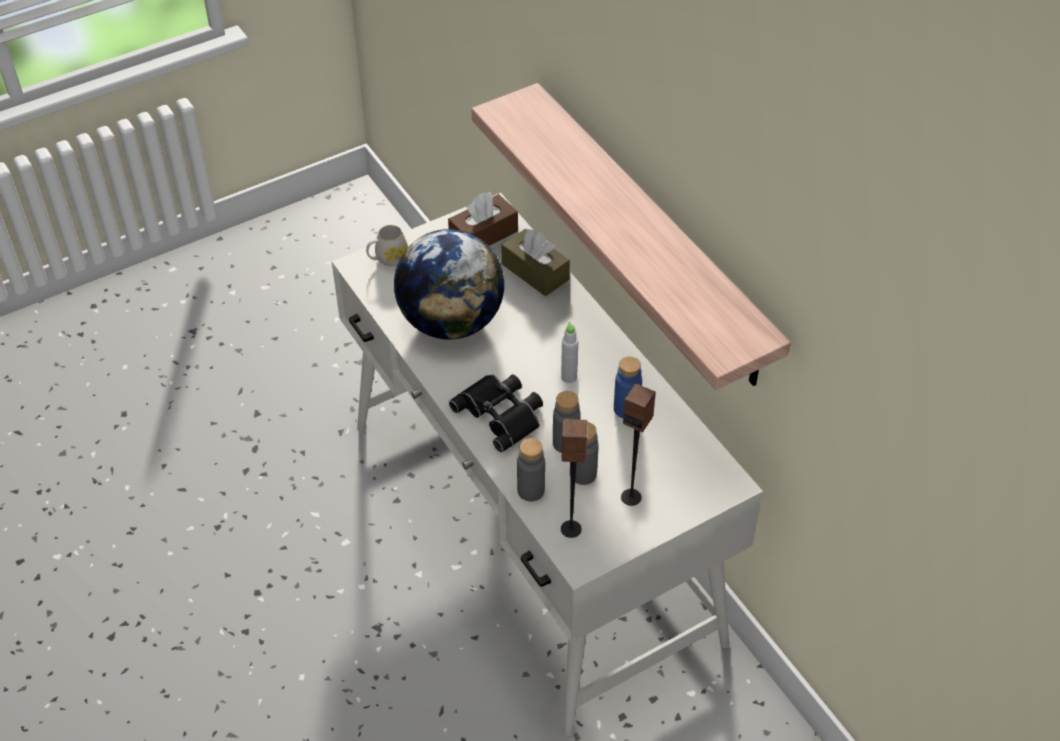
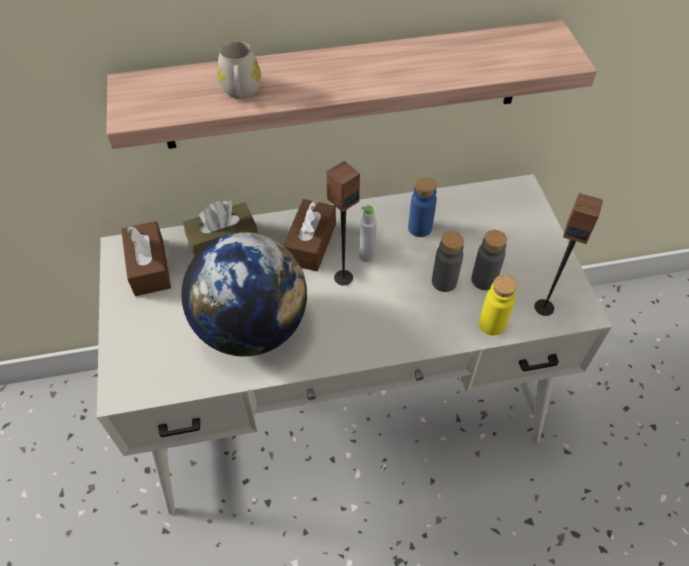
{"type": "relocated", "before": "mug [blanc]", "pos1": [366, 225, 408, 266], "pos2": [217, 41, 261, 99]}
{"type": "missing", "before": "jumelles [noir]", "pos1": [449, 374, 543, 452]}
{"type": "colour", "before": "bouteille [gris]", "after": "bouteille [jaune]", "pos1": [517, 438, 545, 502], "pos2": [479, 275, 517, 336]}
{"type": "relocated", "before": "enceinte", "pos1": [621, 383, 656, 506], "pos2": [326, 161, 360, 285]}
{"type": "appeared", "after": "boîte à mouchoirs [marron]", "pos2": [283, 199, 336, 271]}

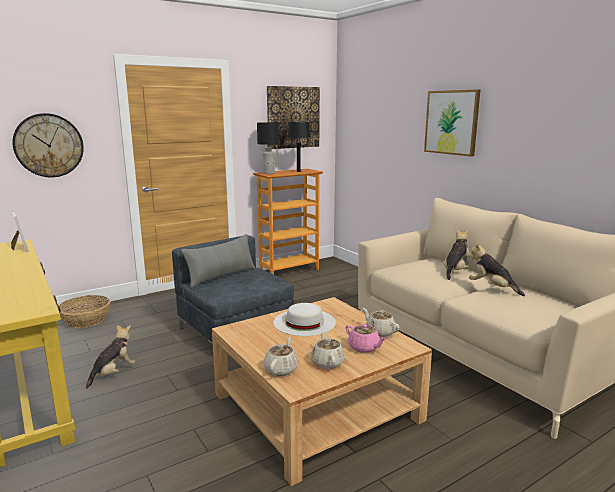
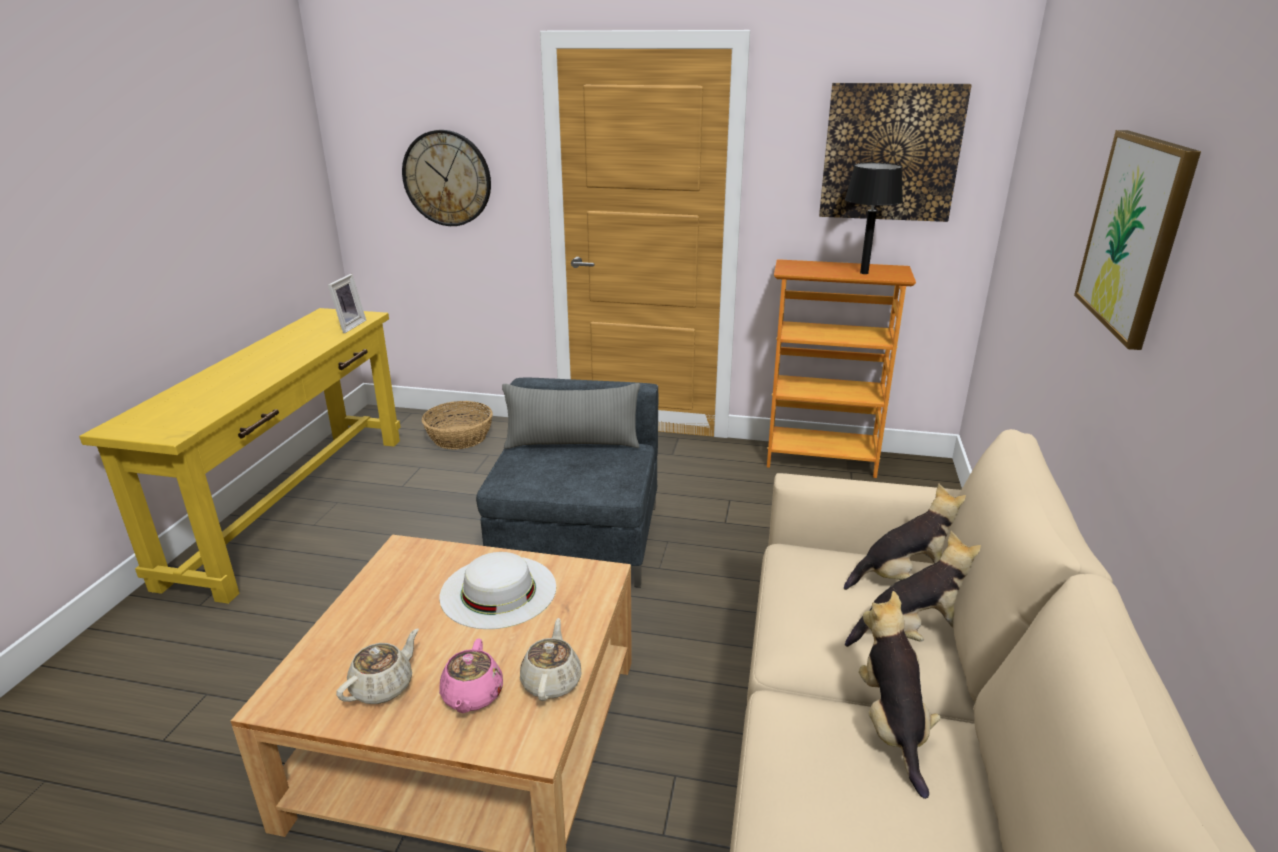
{"type": "relocated", "before": "peluche", "pos1": [86, 325, 135, 388], "pos2": [844, 483, 966, 590]}
{"type": "missing", "before": "lampe de table [noir]", "pos1": [257, 122, 279, 174]}
{"type": "missing", "before": "théière [beige]", "pos1": [263, 337, 298, 376]}

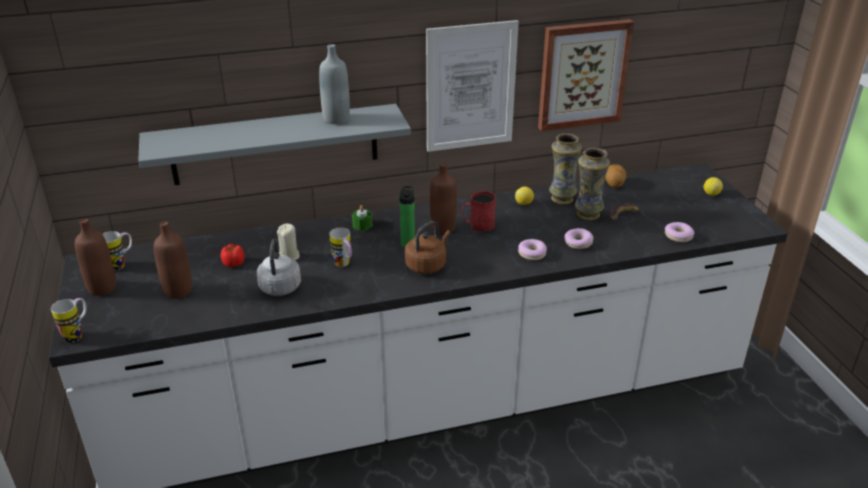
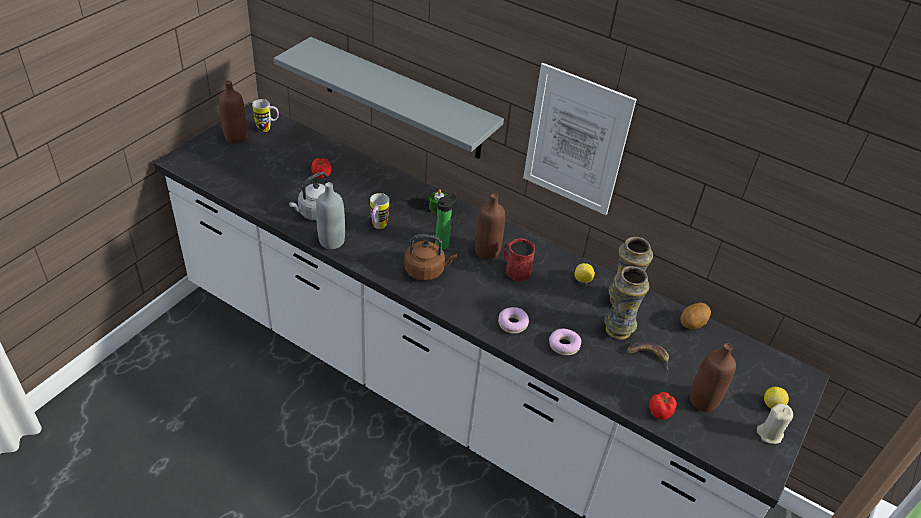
{"type": "missing", "before": "mug", "pos1": [51, 298, 87, 343]}
{"type": "relocated", "before": "bouteille [marron]", "pos1": [154, 221, 192, 299], "pos2": [689, 343, 736, 412]}
{"type": "relocated", "before": "bougie [beige]", "pos1": [277, 224, 300, 260], "pos2": [757, 404, 793, 444]}
{"type": "relocated", "before": "bouteille [gris]", "pos1": [319, 44, 350, 124], "pos2": [316, 182, 345, 249]}
{"type": "missing", "before": "tableau", "pos1": [538, 19, 634, 131]}
{"type": "exchanged", "before": "beignet", "after": "tomate", "pos1": [665, 222, 694, 242], "pos2": [649, 392, 677, 420]}

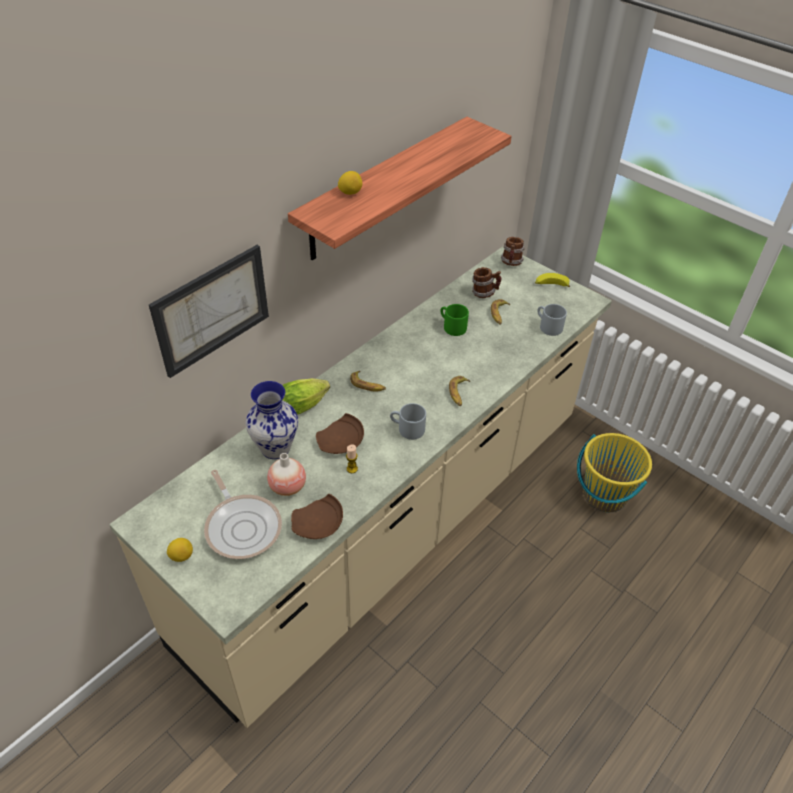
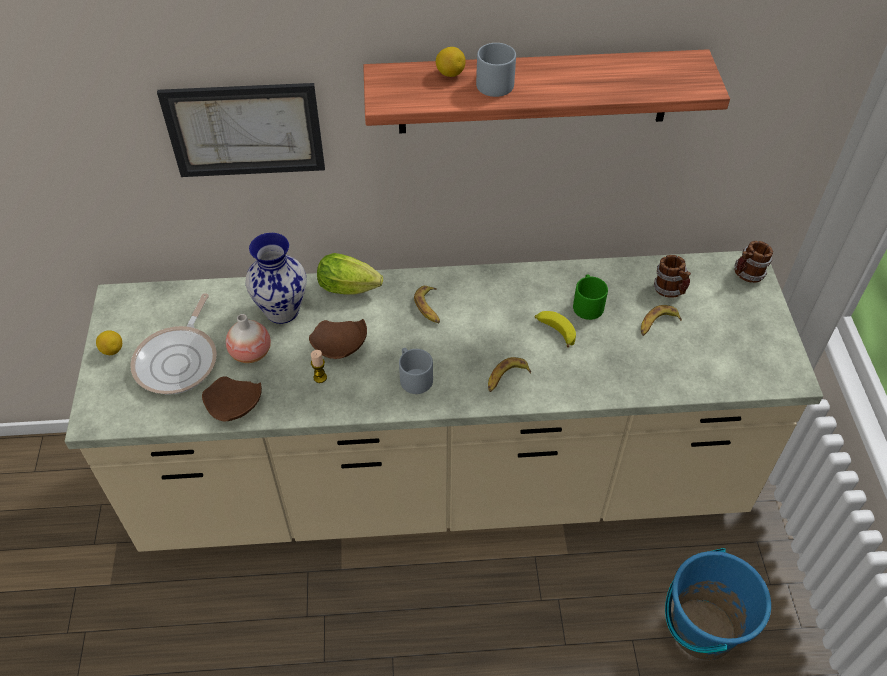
{"type": "relocated", "before": "banane", "pos1": [535, 273, 570, 287], "pos2": [535, 311, 576, 347]}
{"type": "relocated", "before": "mug [gris]", "pos1": [537, 304, 567, 336], "pos2": [476, 43, 516, 97]}
{"type": "colour", "before": "seau [jaune]", "after": "seau [bleu]", "pos1": [577, 433, 652, 512], "pos2": [665, 548, 771, 660]}

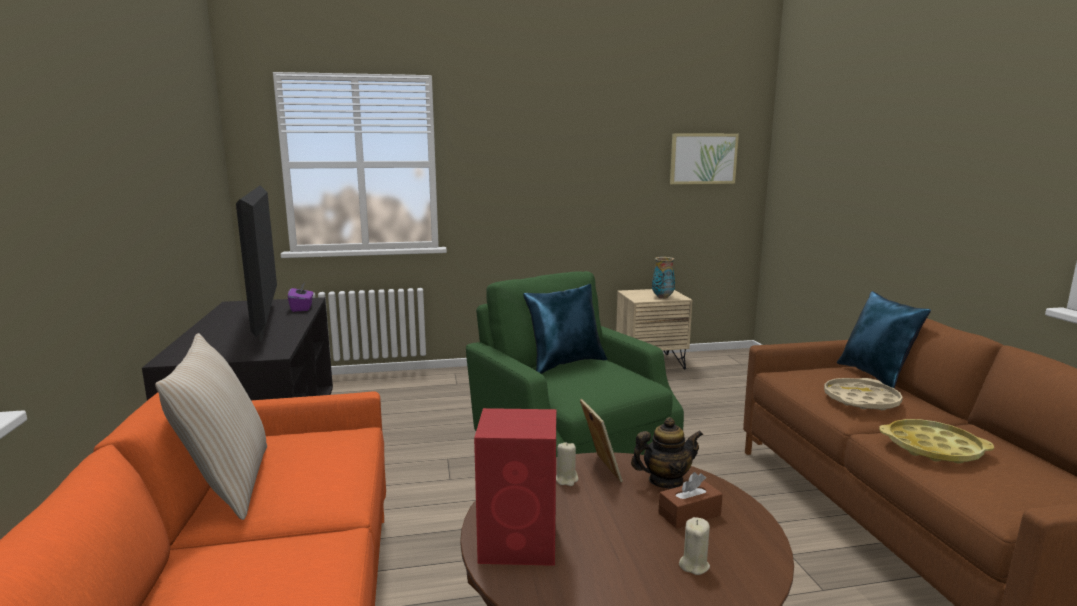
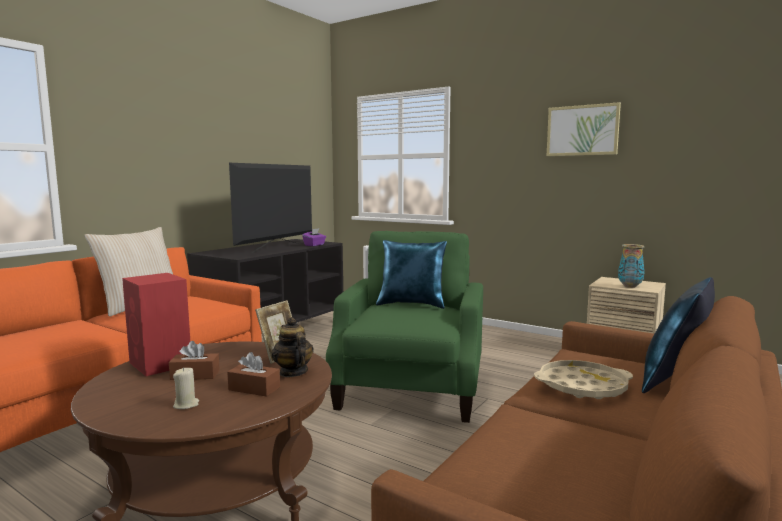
{"type": "missing", "before": "bougie [beige]", "pos1": [556, 442, 578, 486]}
{"type": "spun", "before": "théière", "pos1": [631, 417, 703, 489], "pos2": [272, 317, 314, 377], "turn": -150}
{"type": "relocated", "before": "tableau", "pos1": [670, 133, 739, 185], "pos2": [547, 102, 621, 156]}
{"type": "missing", "before": "plateau [jaune]", "pos1": [879, 419, 994, 464]}
{"type": "appeared", "after": "boîte à mouchoirs [marron]", "pos2": [169, 341, 220, 380]}

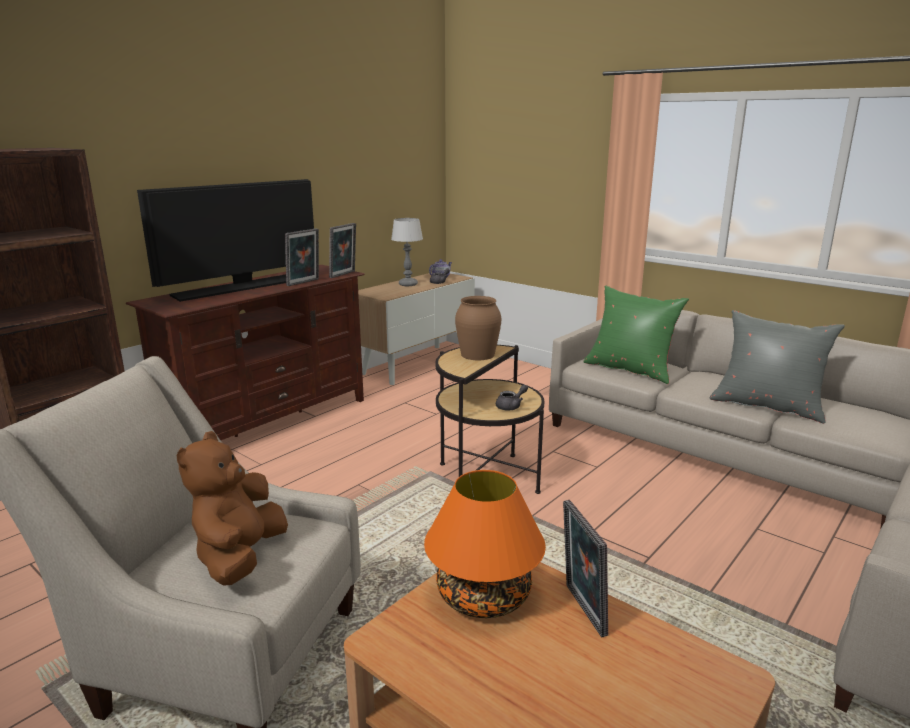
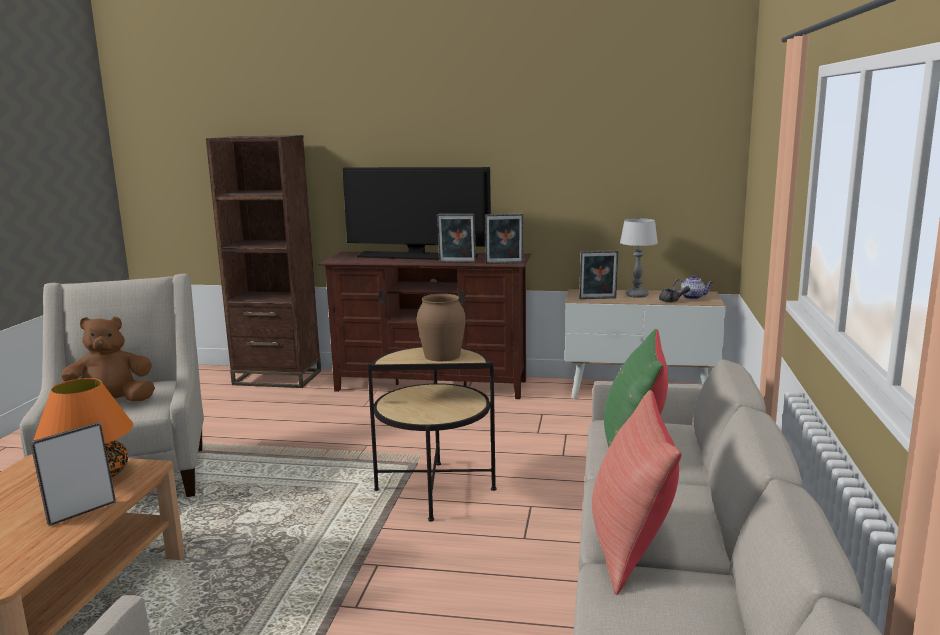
{"type": "missing", "before": "théière [gris]", "pos1": [496, 384, 528, 411]}
{"type": "colour", "before": "coussin [gris]", "after": "coussin [rouge]", "pos1": [710, 310, 845, 424], "pos2": [592, 390, 681, 595]}
{"type": "appeared", "after": "cadre photo", "pos2": [579, 250, 618, 299]}

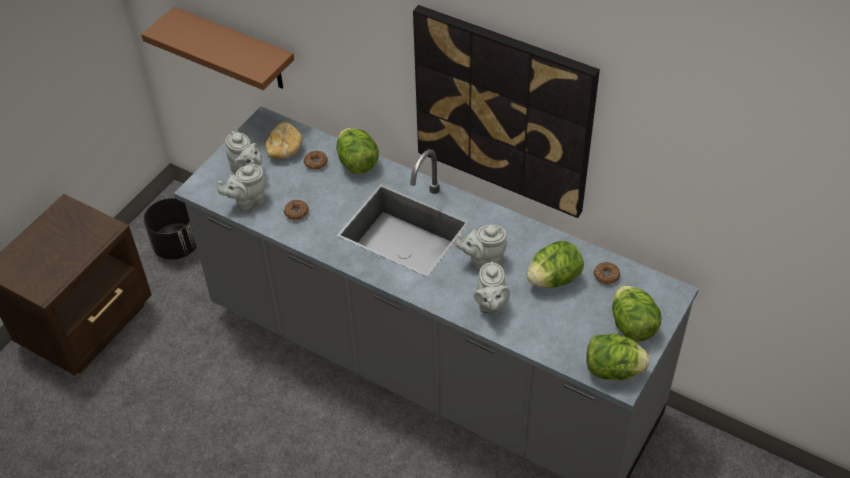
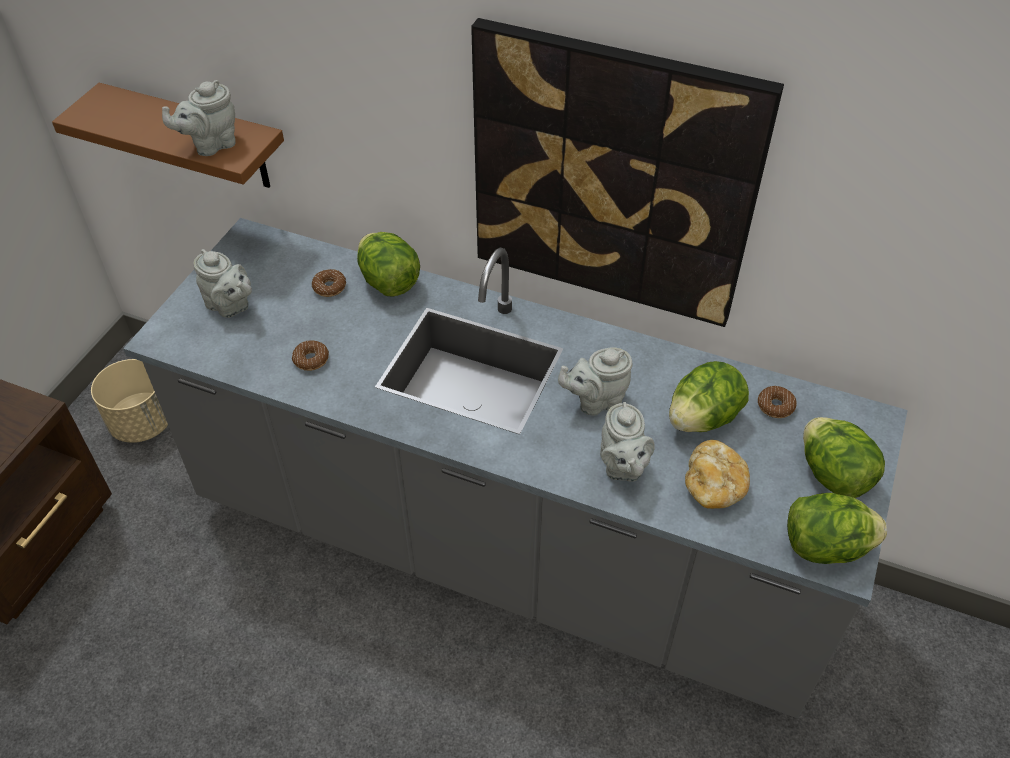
{"type": "colour", "before": "cache-pot [noir]", "after": "cache-pot [beige]", "pos1": [144, 198, 197, 260], "pos2": [91, 359, 168, 443]}
{"type": "relocated", "before": "théière [gris]", "pos1": [217, 164, 266, 211], "pos2": [162, 80, 236, 156]}
{"type": "relocated", "before": "pain", "pos1": [265, 122, 303, 159], "pos2": [685, 440, 750, 509]}

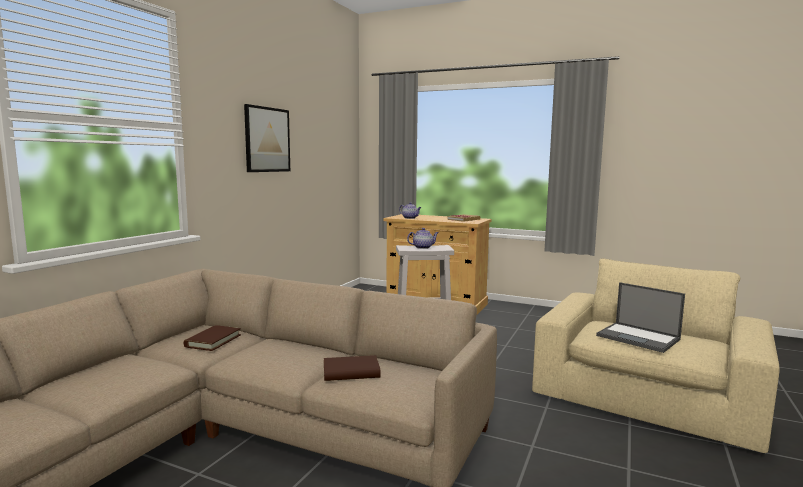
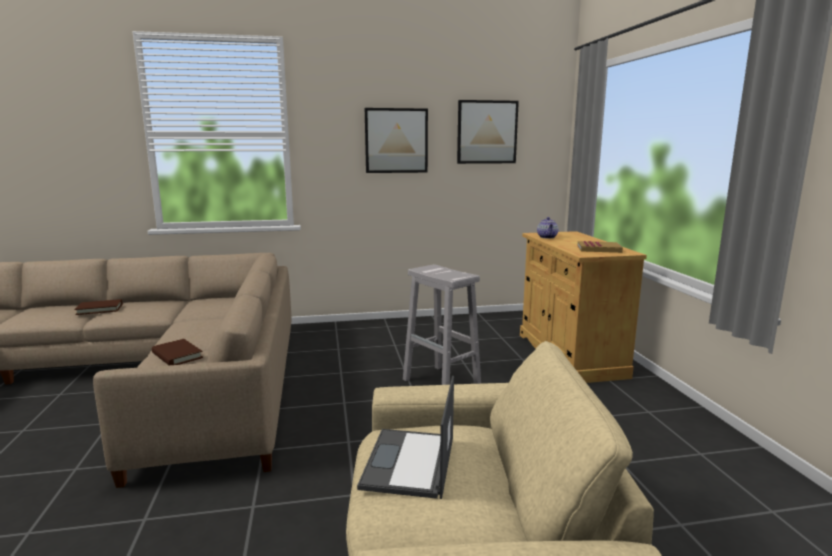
{"type": "relocated", "before": "livre [marron]", "pos1": [184, 325, 241, 351], "pos2": [74, 299, 123, 315]}
{"type": "missing", "before": "théière", "pos1": [407, 228, 439, 249]}
{"type": "appeared", "after": "tableau", "pos2": [457, 100, 519, 164]}

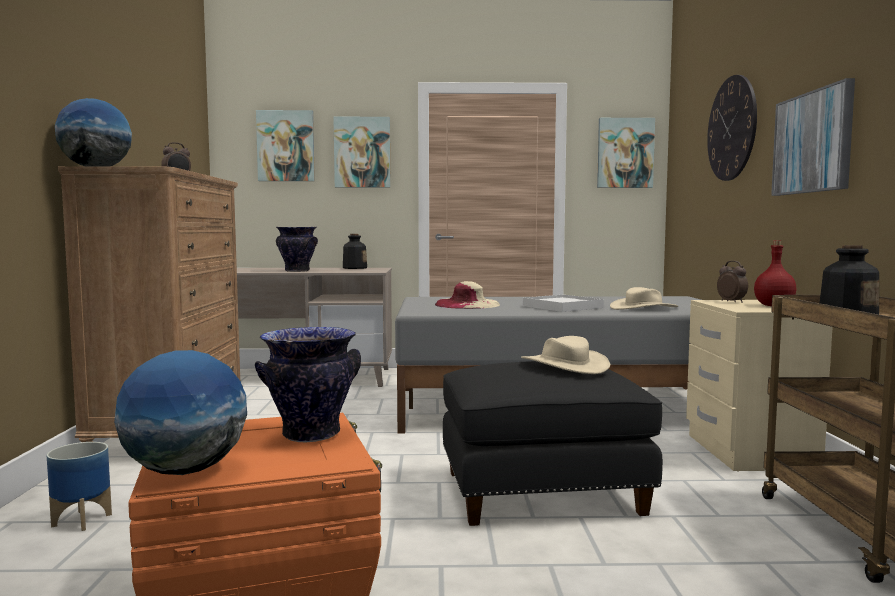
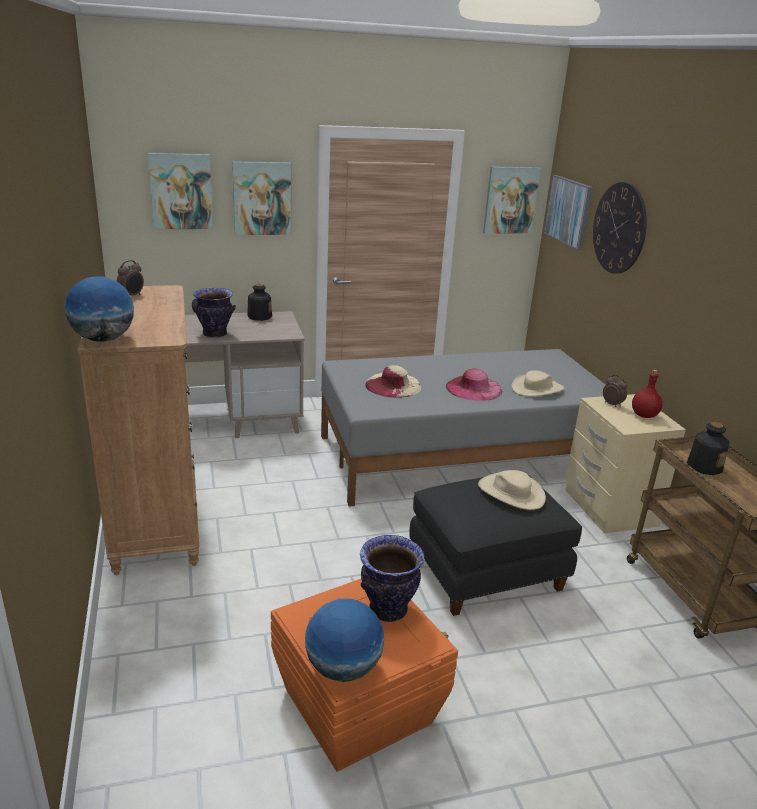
{"type": "missing", "before": "cache-pot", "pos1": [47, 442, 112, 531]}
{"type": "exchanged", "before": "plateau [blanc]", "after": "chapeau [rose]", "pos1": [522, 295, 604, 312], "pos2": [446, 369, 502, 401]}
{"type": "relocated", "before": "tableau", "pos1": [771, 78, 855, 196], "pos2": [544, 175, 593, 250]}

